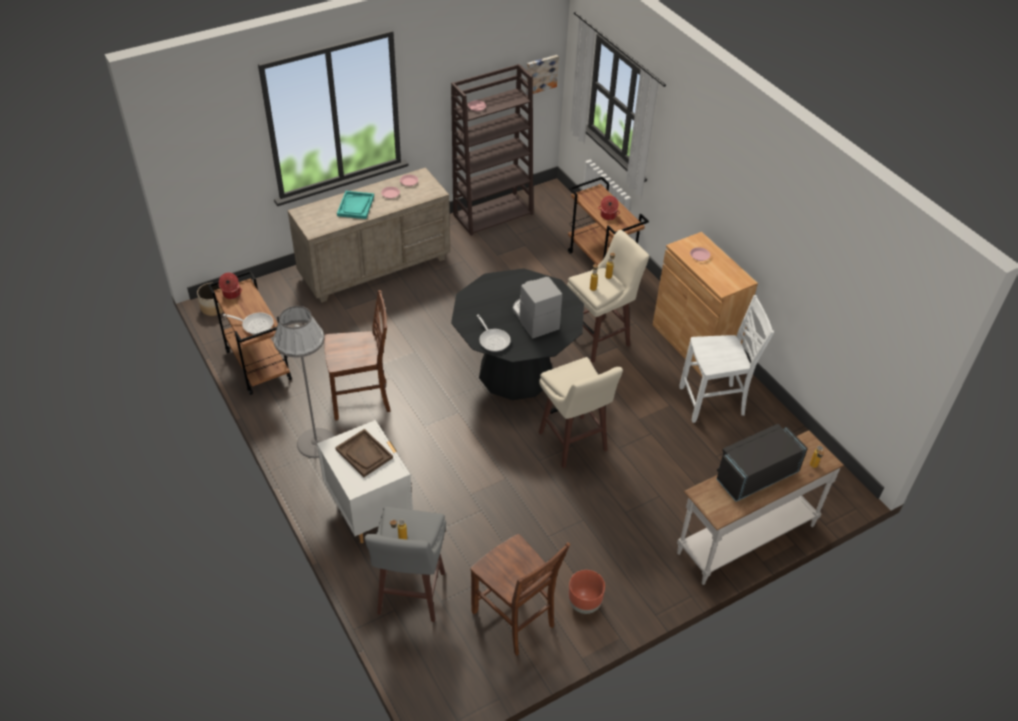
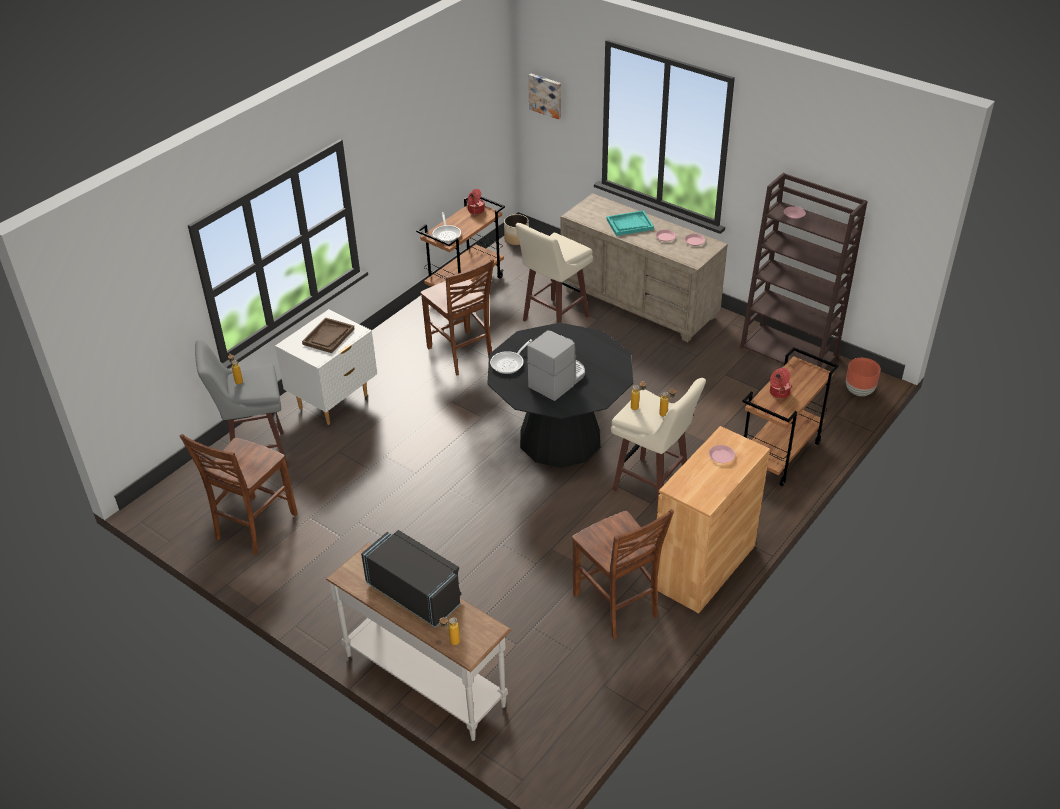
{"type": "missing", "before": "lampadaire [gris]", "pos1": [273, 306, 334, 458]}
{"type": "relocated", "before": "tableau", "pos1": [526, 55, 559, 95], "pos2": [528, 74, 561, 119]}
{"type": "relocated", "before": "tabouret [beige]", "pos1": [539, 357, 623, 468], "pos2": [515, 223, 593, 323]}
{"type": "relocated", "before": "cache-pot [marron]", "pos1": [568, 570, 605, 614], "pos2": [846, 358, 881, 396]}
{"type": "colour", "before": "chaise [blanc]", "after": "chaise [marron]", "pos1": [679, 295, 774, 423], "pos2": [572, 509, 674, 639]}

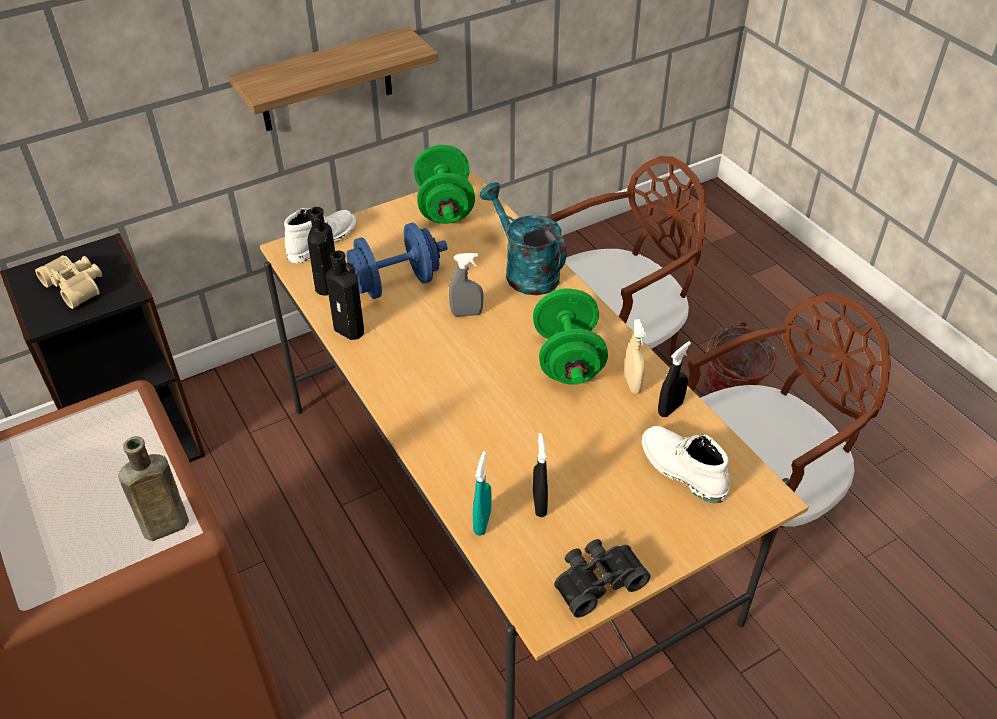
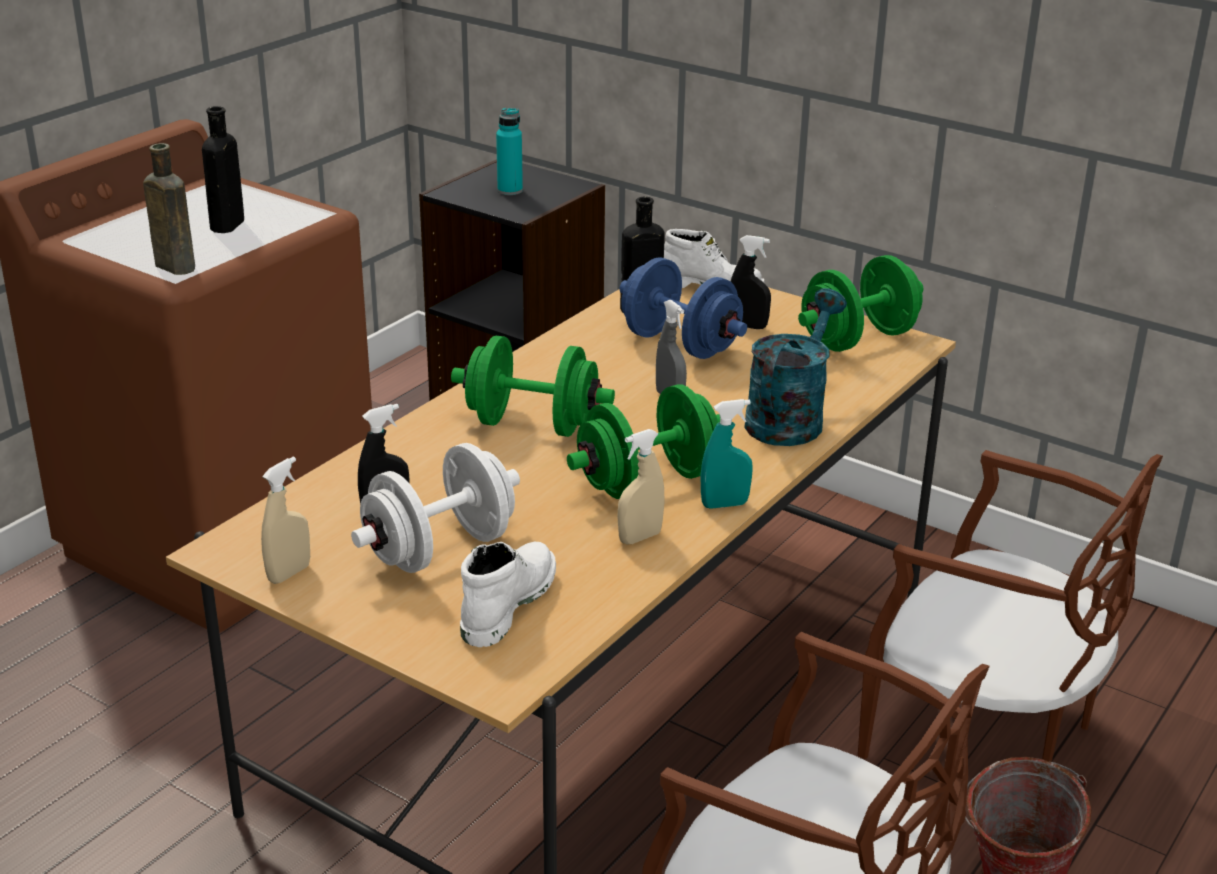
{"type": "exchanged", "before": "jumelles [beige]", "after": "bouteille [turquoise]", "pos1": [35, 255, 102, 309], "pos2": [496, 108, 523, 195]}
{"type": "missing", "before": "étagère", "pos1": [229, 27, 438, 131]}
{"type": "relocated", "before": "bouteille [noir]", "pos1": [326, 251, 364, 340], "pos2": [202, 106, 244, 233]}
{"type": "relocated", "before": "vaporisateur [turquoise]", "pos1": [473, 451, 492, 536], "pos2": [700, 399, 753, 509]}
{"type": "exchanged", "before": "jumelles [noir]", "after": "vaporisateur [beige]", "pos1": [554, 539, 651, 617], "pos2": [261, 457, 310, 584]}
{"type": "relocated", "before": "vaporisateur [noir]", "pos1": [658, 341, 691, 417], "pos2": [731, 235, 771, 329]}
{"type": "appeared", "after": "haltère [blanc]", "pos2": [351, 443, 520, 573]}
{"type": "appeared", "after": "haltère [vert]", "pos2": [451, 336, 615, 437]}

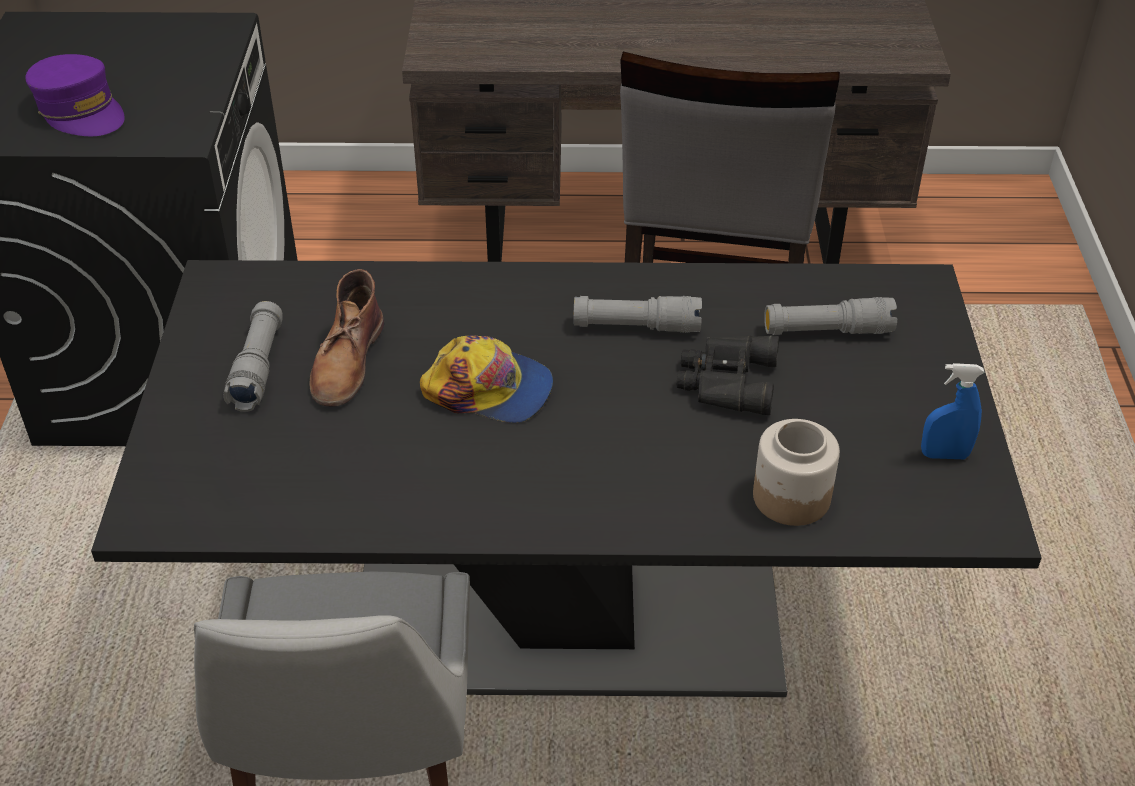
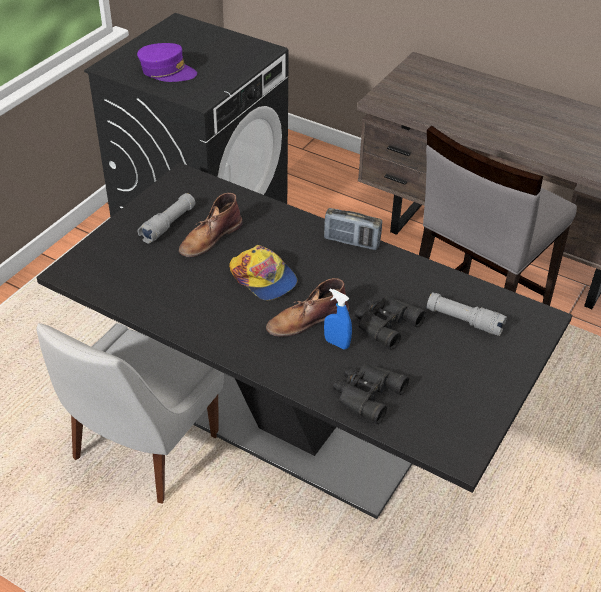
{"type": "spun", "before": "casquette [violet]", "pos1": [25, 54, 125, 136], "pos2": [137, 43, 197, 82], "turn": -60}
{"type": "missing", "before": "lampe de poche [gris]", "pos1": [573, 296, 702, 333]}
{"type": "exchanged", "before": "bocal", "after": "jumelles [noir]", "pos1": [753, 419, 840, 526], "pos2": [333, 364, 409, 424]}
{"type": "relocated", "before": "vaporisateur [bleu]", "pos1": [921, 363, 984, 459], "pos2": [324, 288, 352, 349]}
{"type": "appeared", "after": "botte [marron]", "pos2": [266, 278, 349, 337]}
{"type": "appeared", "after": "radio", "pos2": [324, 208, 382, 250]}

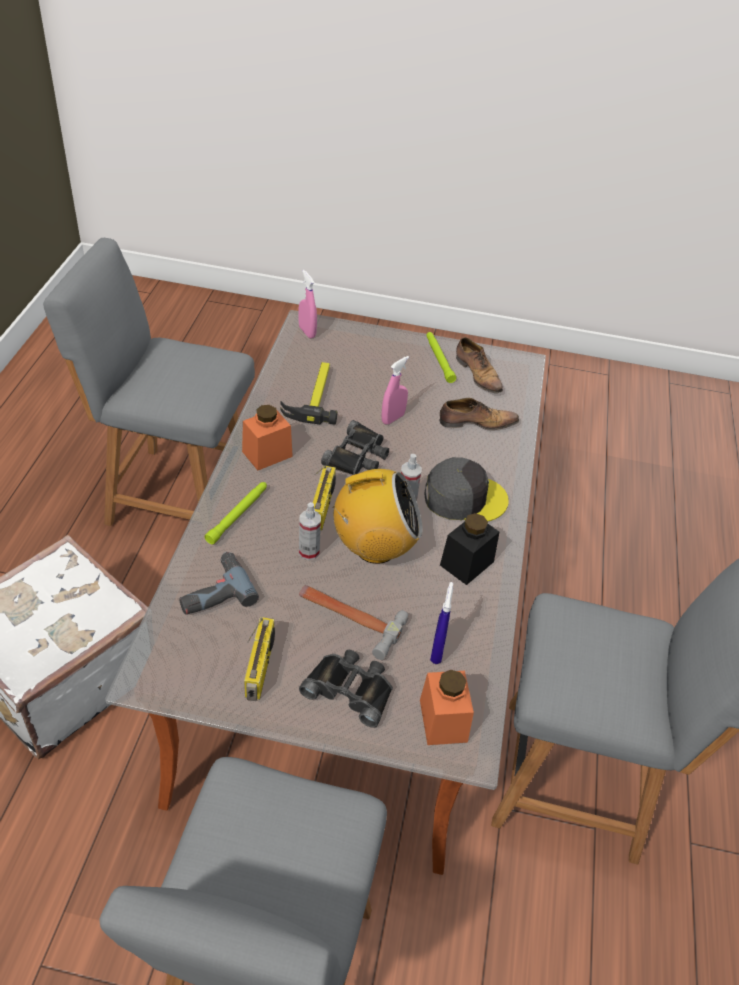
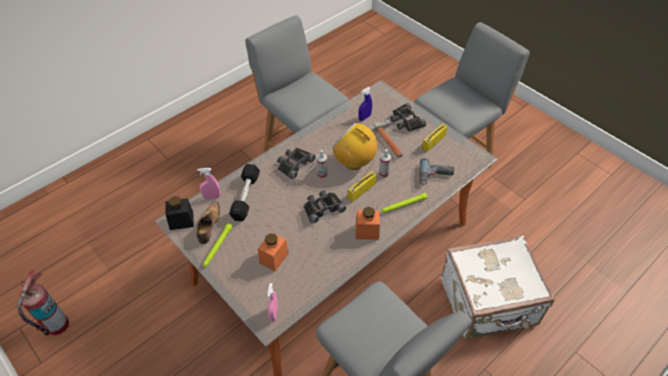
{"type": "missing", "before": "marteau", "pos1": [281, 362, 337, 425]}
{"type": "relocated", "before": "vaporisateur [rose]", "pos1": [382, 356, 409, 424], "pos2": [197, 168, 221, 199]}
{"type": "relocated", "before": "bocal [orange]", "pos1": [420, 670, 474, 745], "pos2": [258, 232, 289, 271]}
{"type": "exchanged", "before": "casquette [gris]", "after": "jumelles [noir]", "pos1": [425, 457, 509, 521], "pos2": [277, 148, 316, 180]}
{"type": "exchanged", "before": "chaussure", "after": "haltère [noir]", "pos1": [439, 398, 519, 430], "pos2": [229, 164, 260, 221]}
{"type": "relocated", "before": "bocal [noir]", "pos1": [440, 513, 499, 585], "pos2": [165, 196, 194, 230]}
{"type": "appeared", "after": "extincteur", "pos2": [17, 270, 69, 336]}

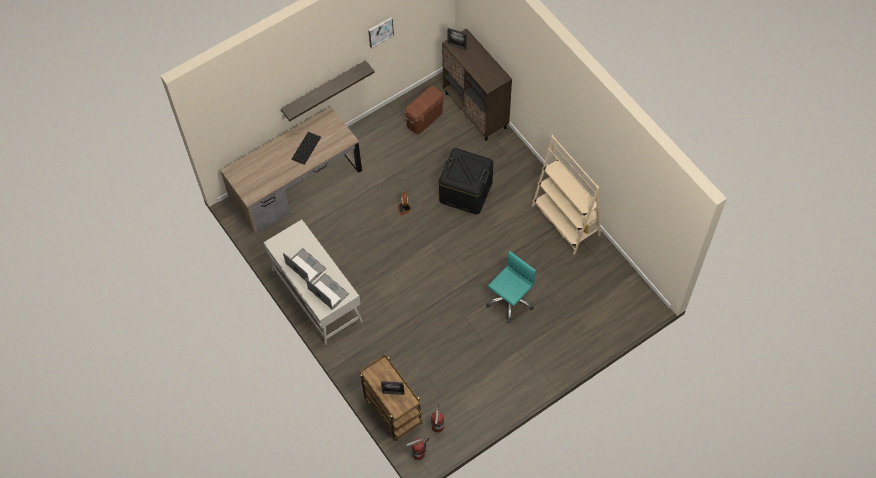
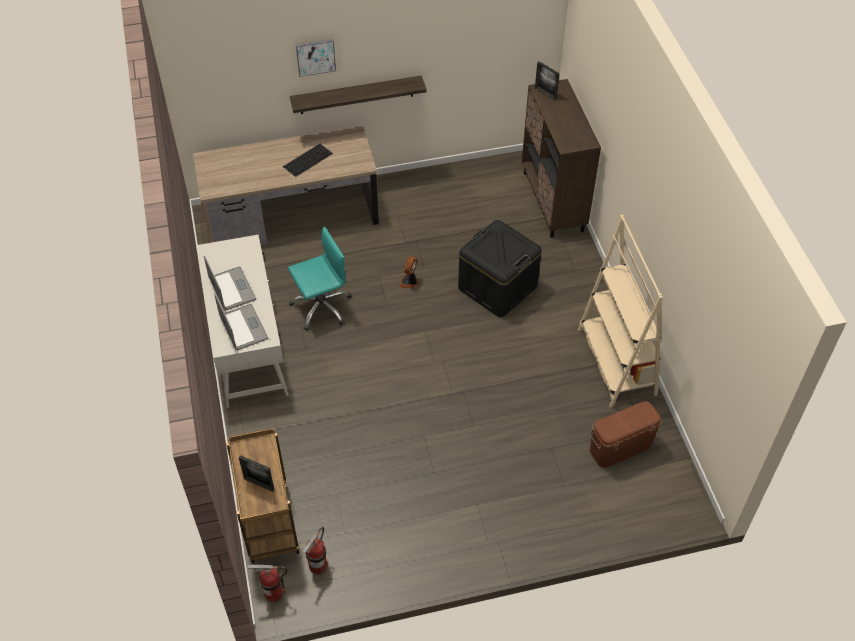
{"type": "relocated", "before": "tableau", "pos1": [368, 17, 394, 48], "pos2": [296, 39, 336, 77]}
{"type": "relocated", "before": "boîte de rangement [marron]", "pos1": [405, 86, 444, 134], "pos2": [590, 401, 661, 468]}
{"type": "relocated", "before": "chaise de bureau [turquoise]", "pos1": [486, 251, 536, 323], "pos2": [288, 227, 352, 331]}

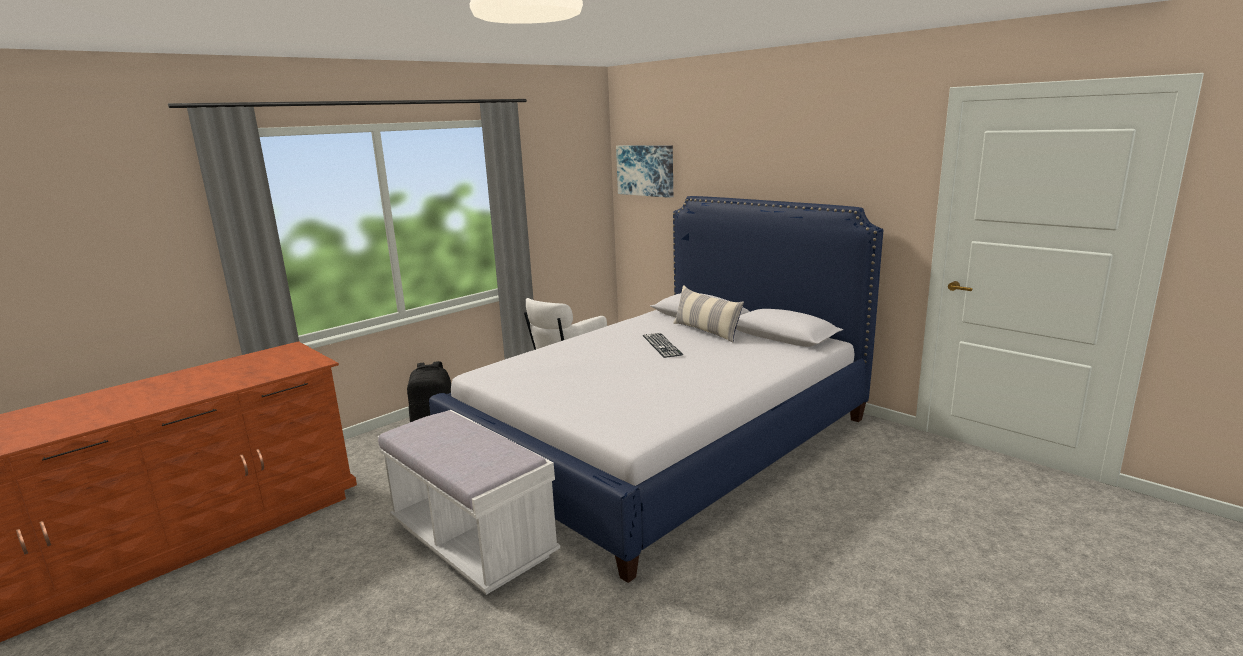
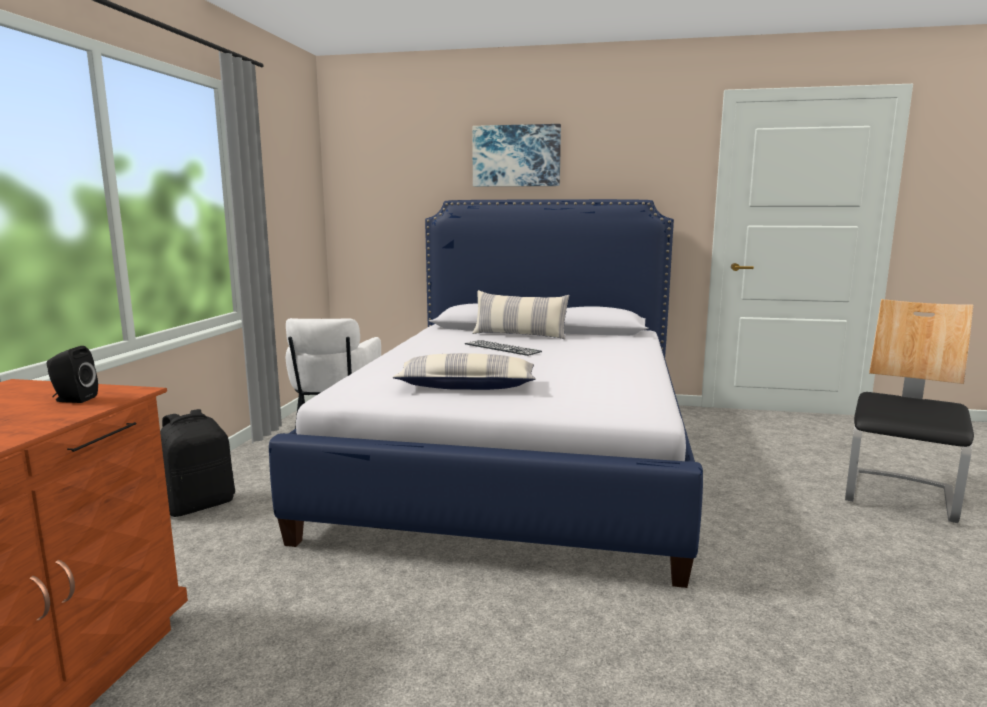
{"type": "missing", "before": "banc [blanc]", "pos1": [377, 410, 560, 595]}
{"type": "relocated", "before": "tableau", "pos1": [616, 146, 673, 198], "pos2": [472, 124, 561, 187]}
{"type": "appeared", "after": "enceinte [noir]", "pos2": [47, 346, 98, 403]}
{"type": "appeared", "after": "coussin", "pos2": [393, 353, 536, 390]}
{"type": "appeared", "after": "chaise", "pos2": [845, 299, 974, 523]}

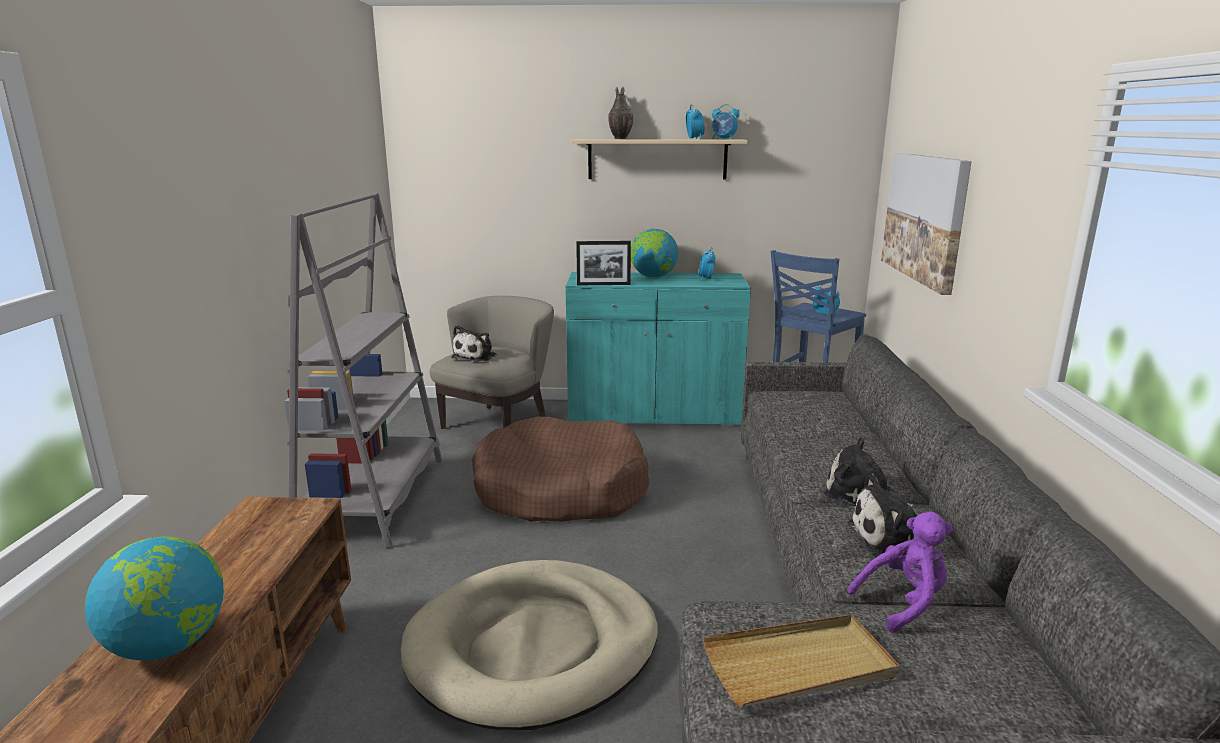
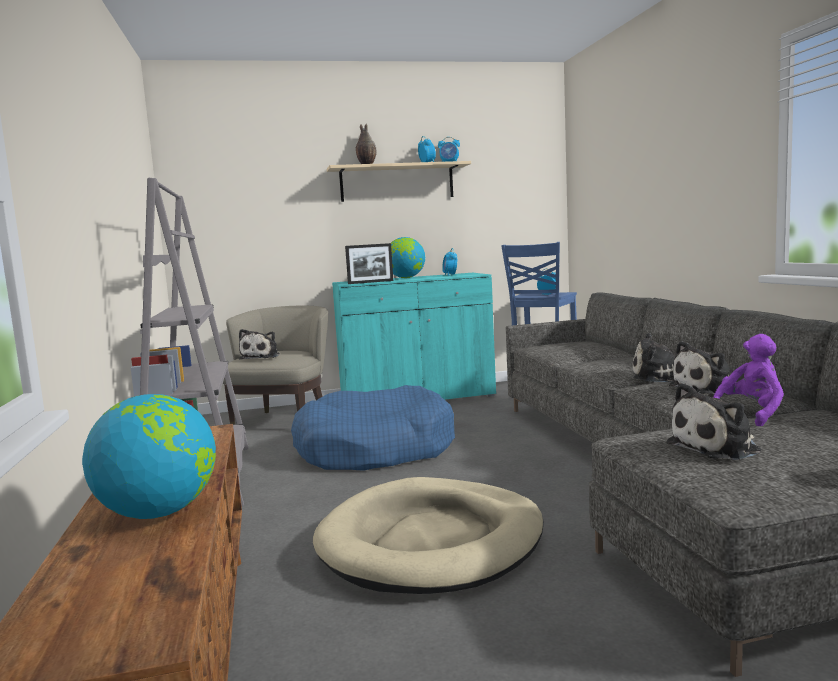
{"type": "colour", "before": "panier pour chien [marron]", "after": "panier pour chien [bleu]", "pos1": [472, 417, 649, 522], "pos2": [291, 385, 455, 471]}
{"type": "exchanged", "before": "plateau [beige]", "after": "peluche", "pos1": [703, 614, 900, 707], "pos2": [666, 383, 762, 460]}
{"type": "missing", "before": "tableau", "pos1": [881, 153, 972, 295]}

